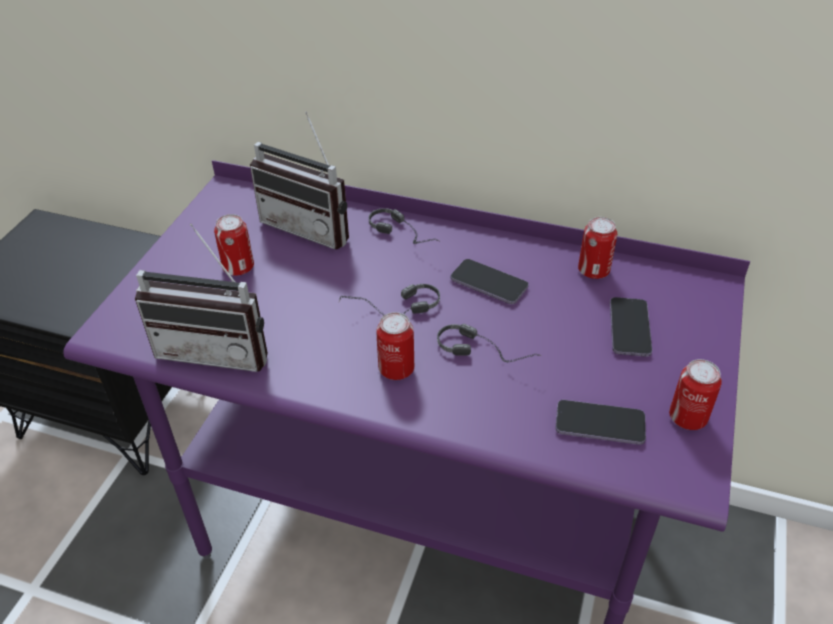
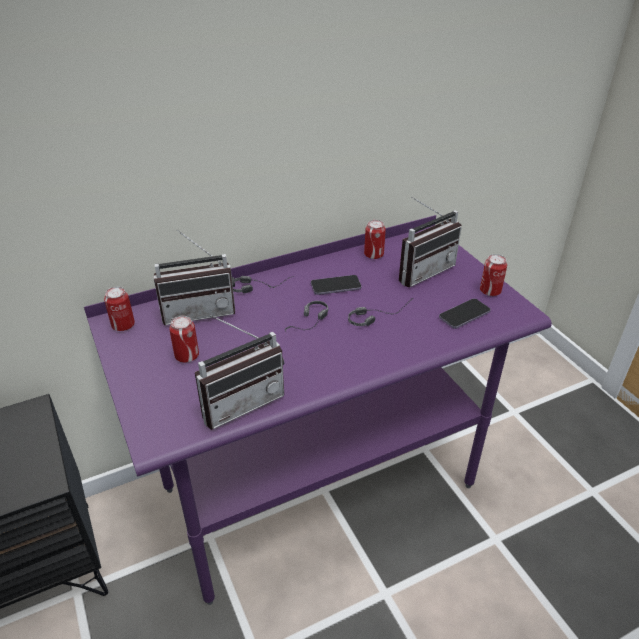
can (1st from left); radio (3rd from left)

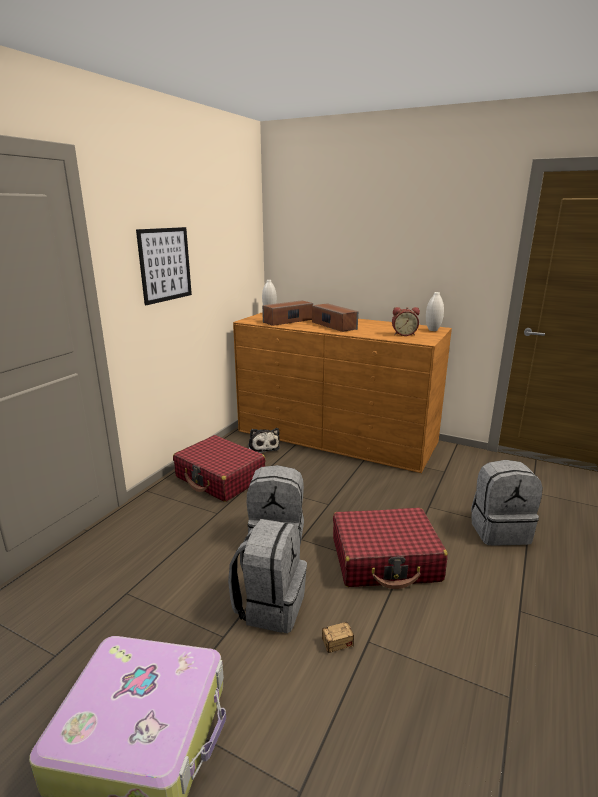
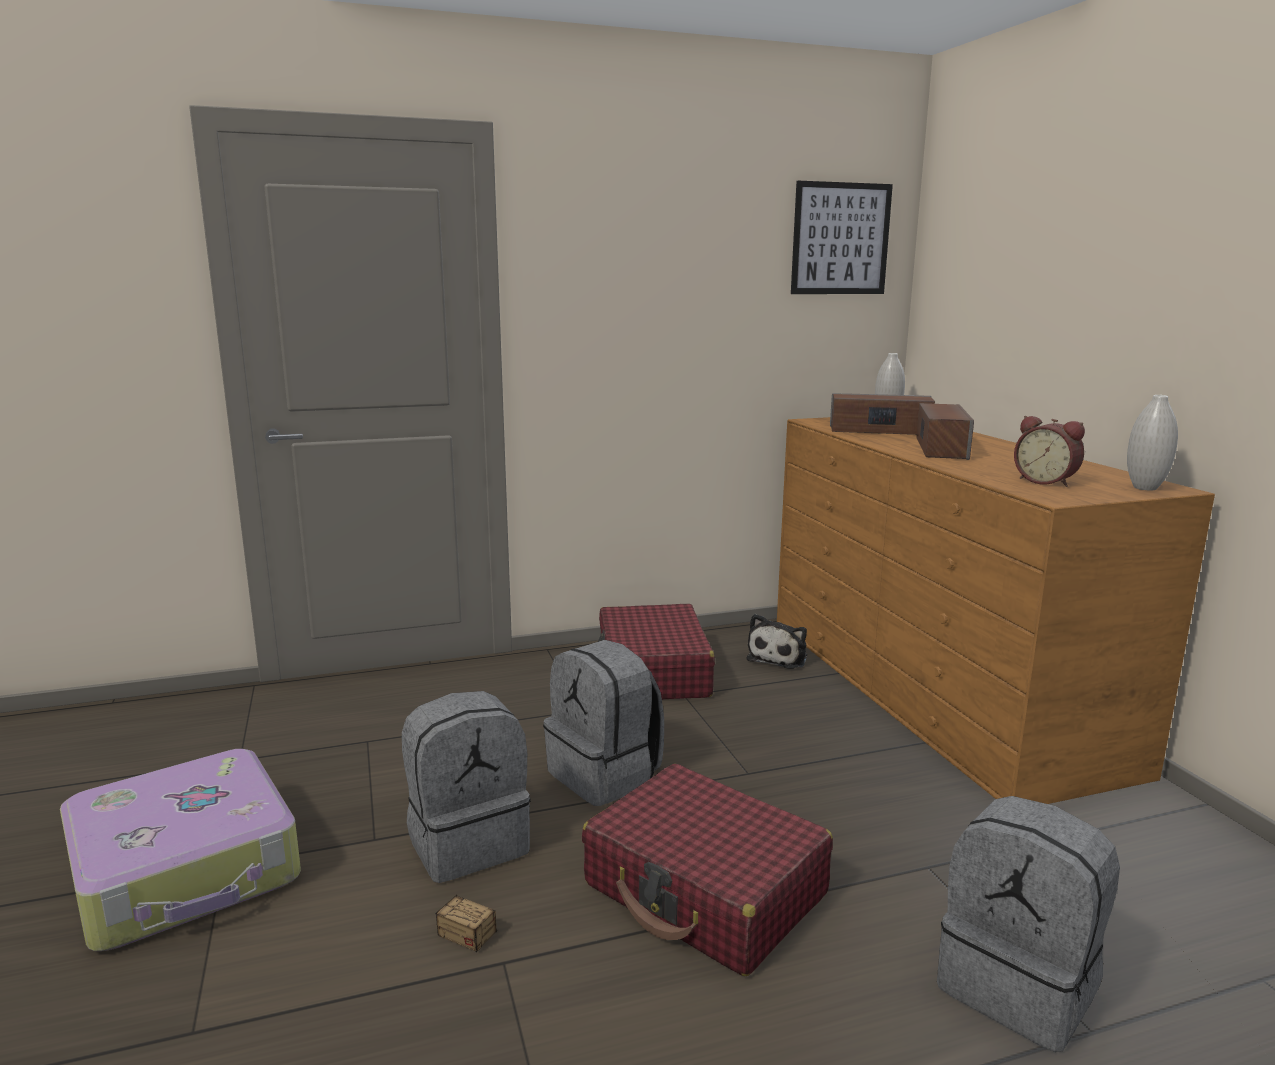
picture

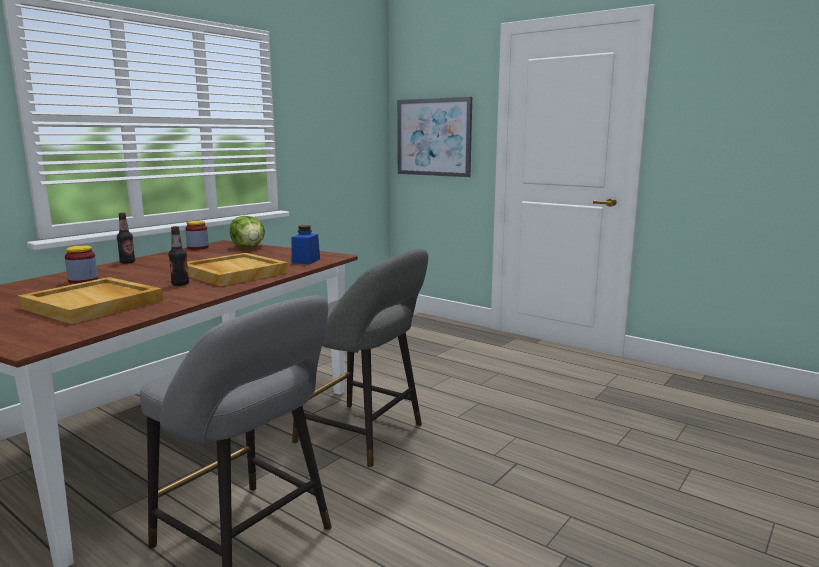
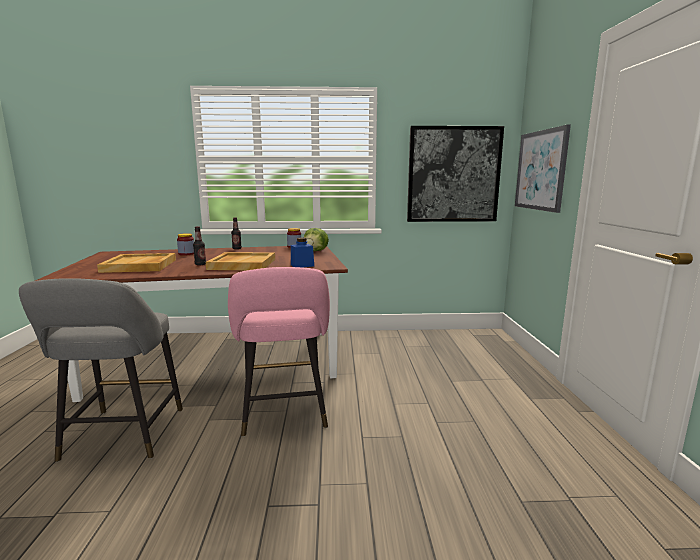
stool (pink); picture (1st from left)

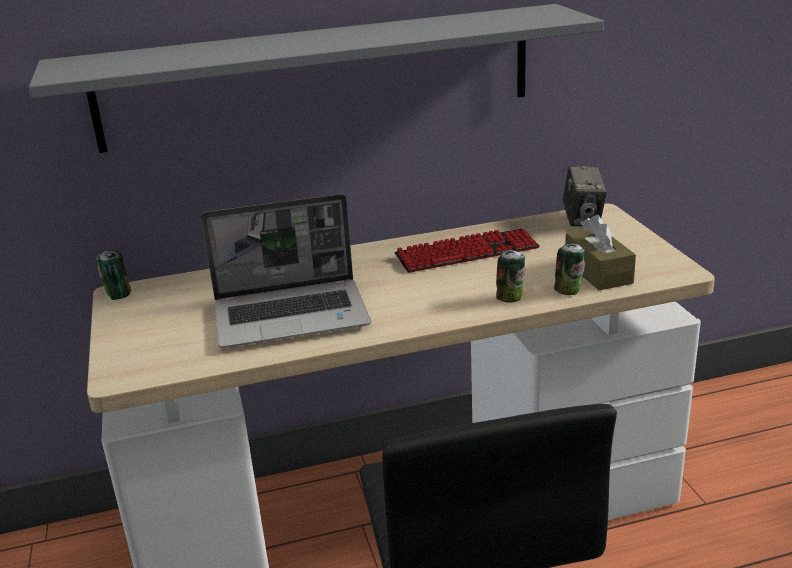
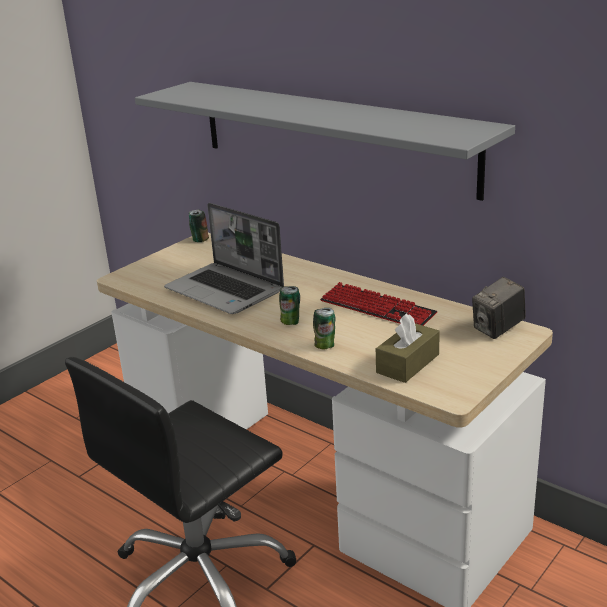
can (2nd from left)

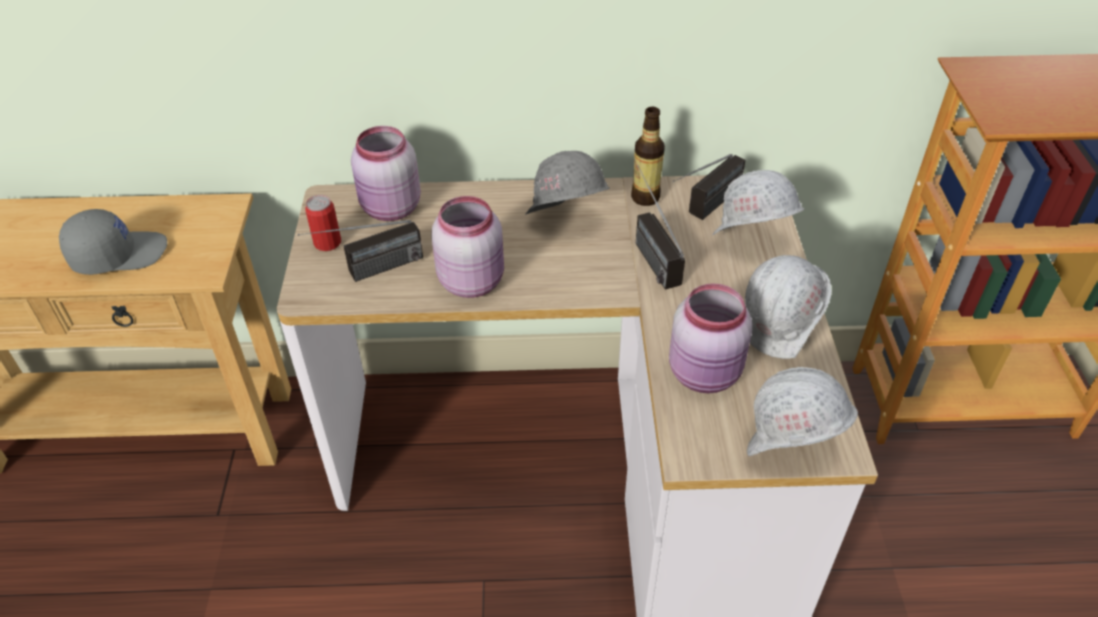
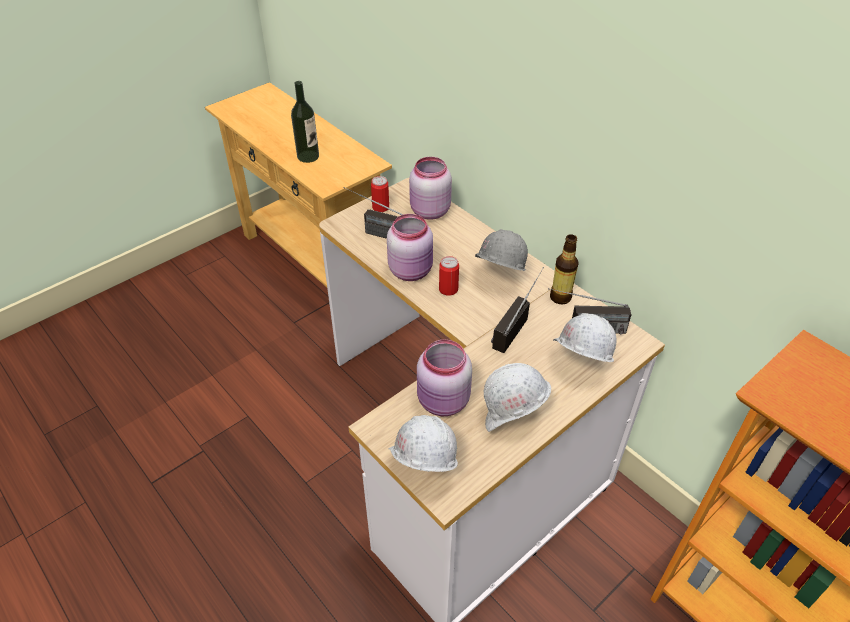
bottle (1st from left); can (2nd from left)

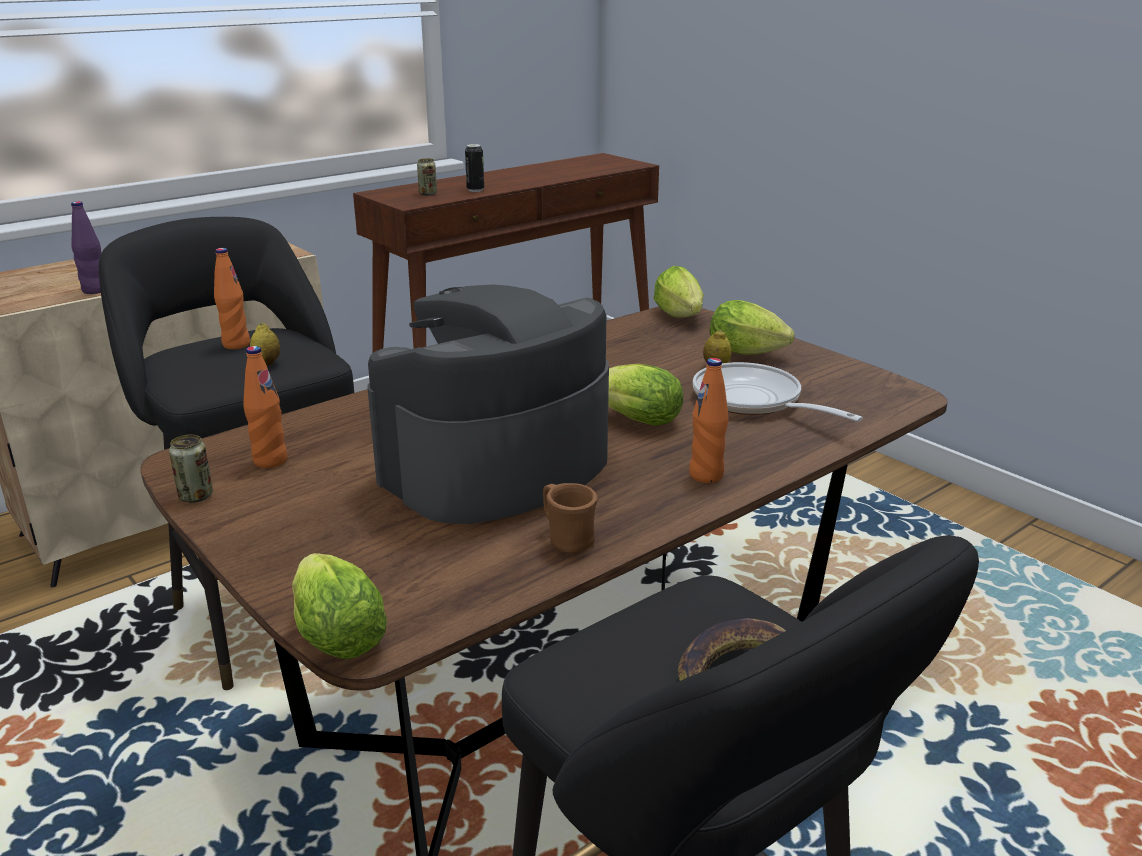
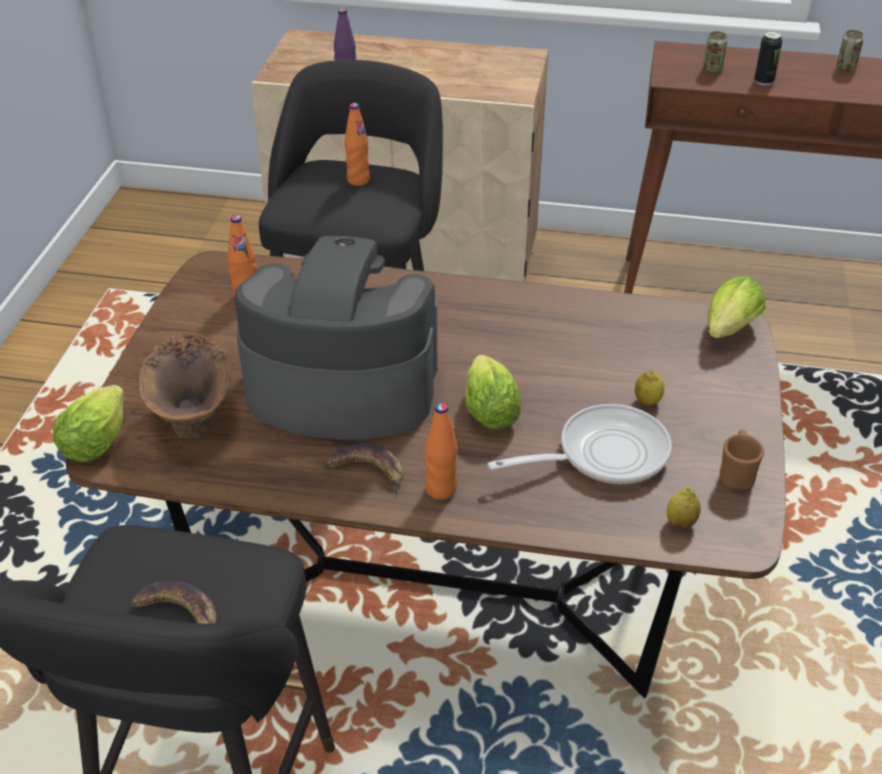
can (3rd from left); lemon (2nd from left); mug (brown); frying pan; lettuce (4th from left in the first image); vase (brown); banana (2nd from left)

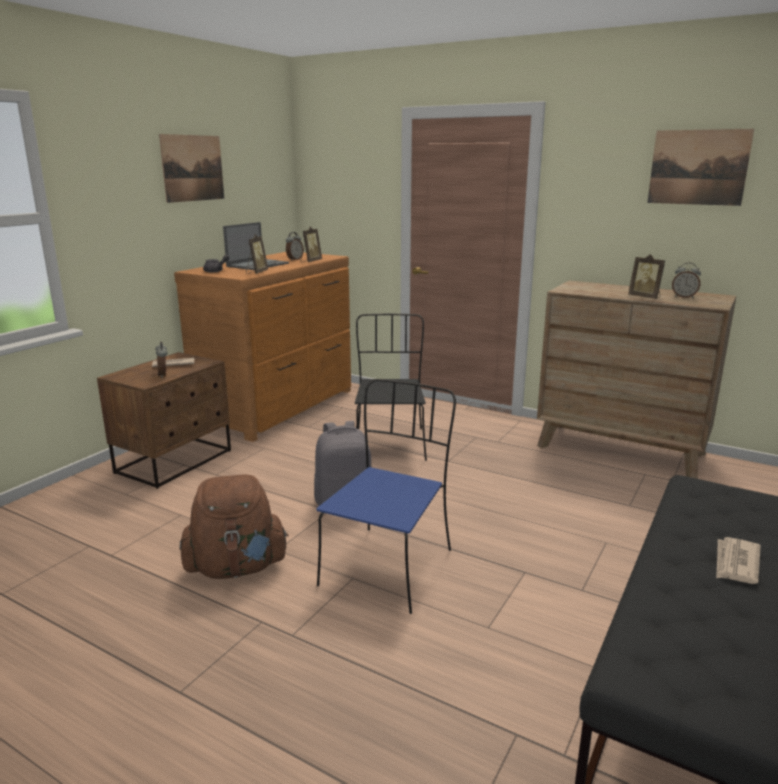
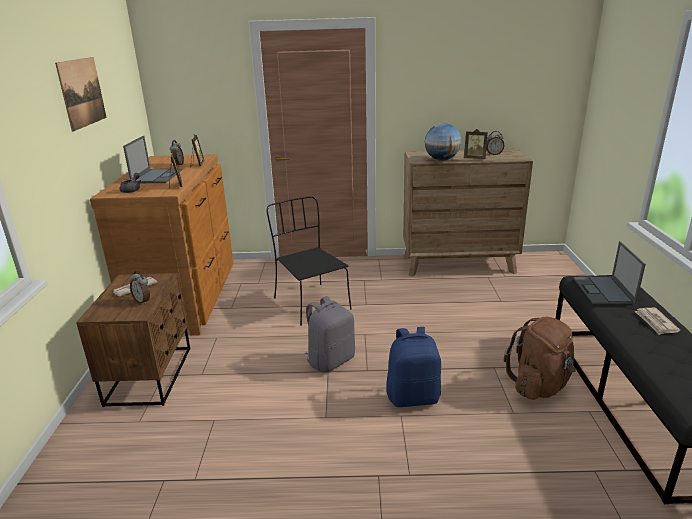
backpack (brown); backpack (blue); picture (2nd from left in the first image); globe; laptop (2nd from left)

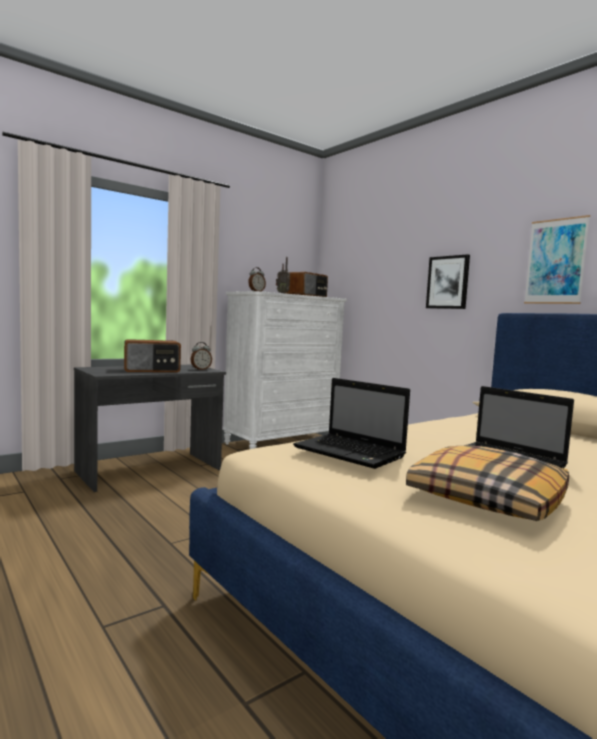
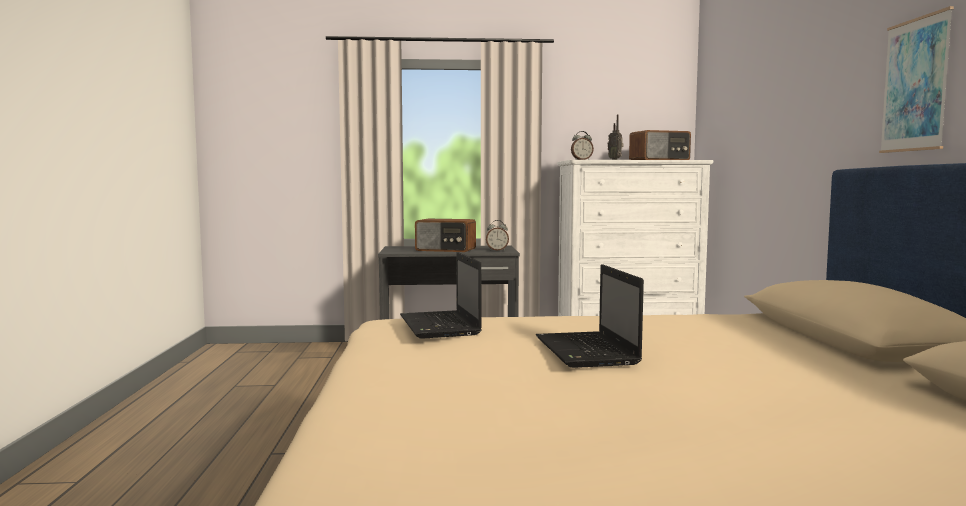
pillow; picture (1st from left in the first image)

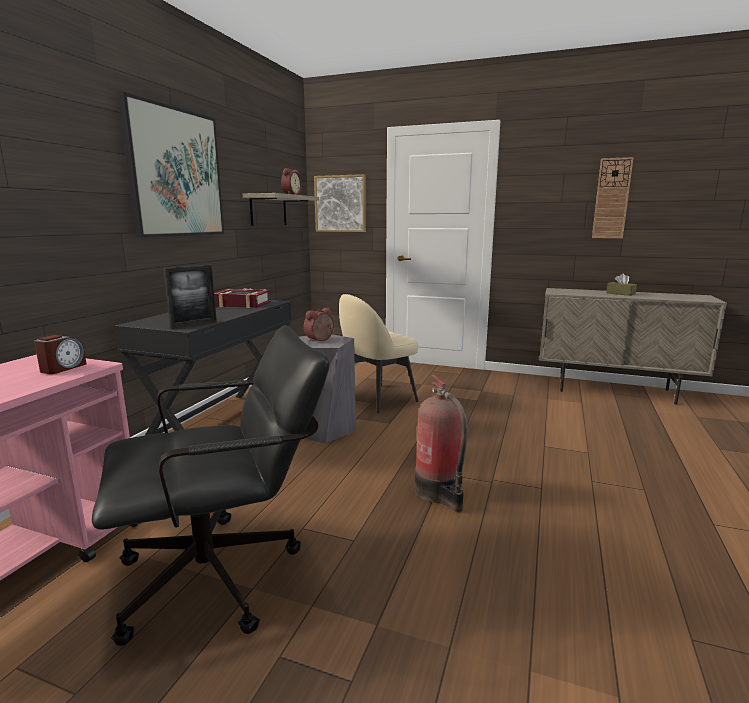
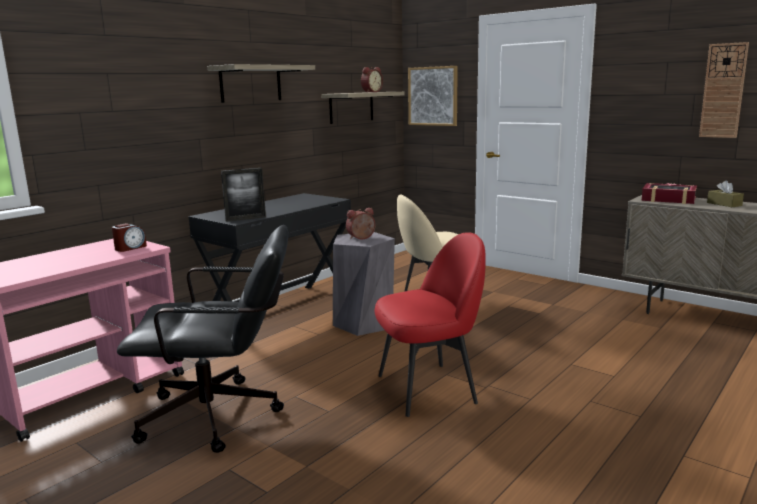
shelf (1st from left); book; chair (red)

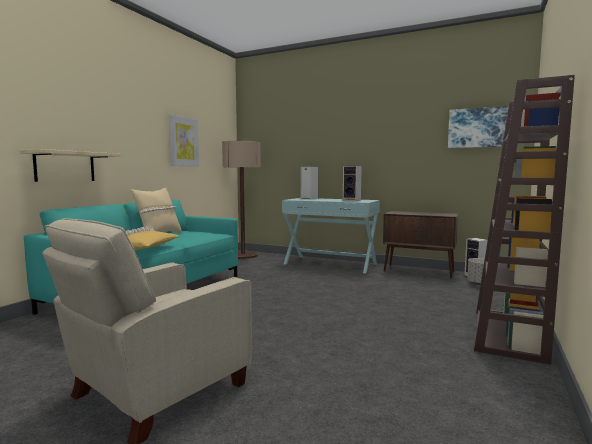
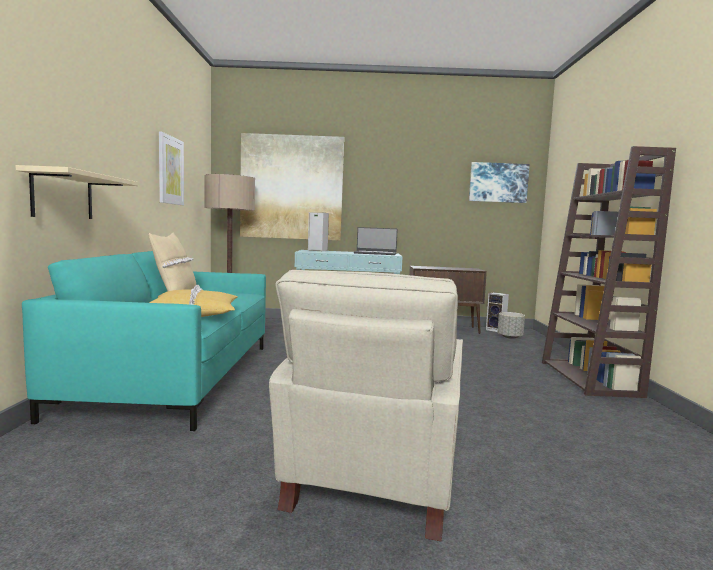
laptop; picture (2nd from left)

